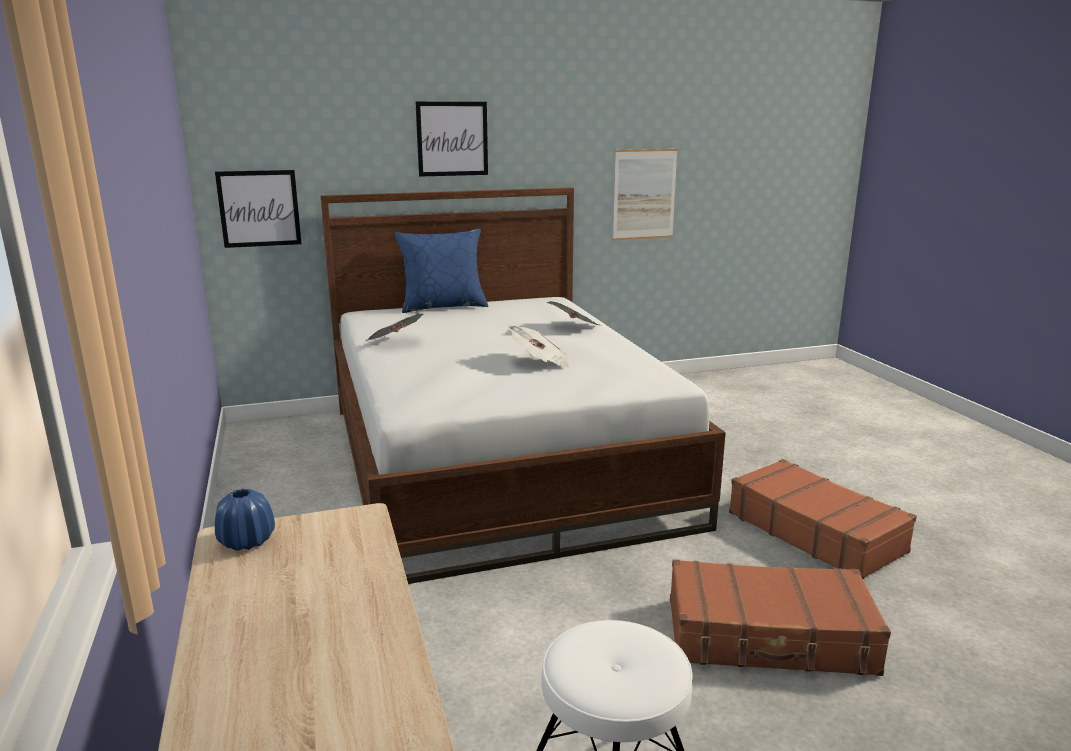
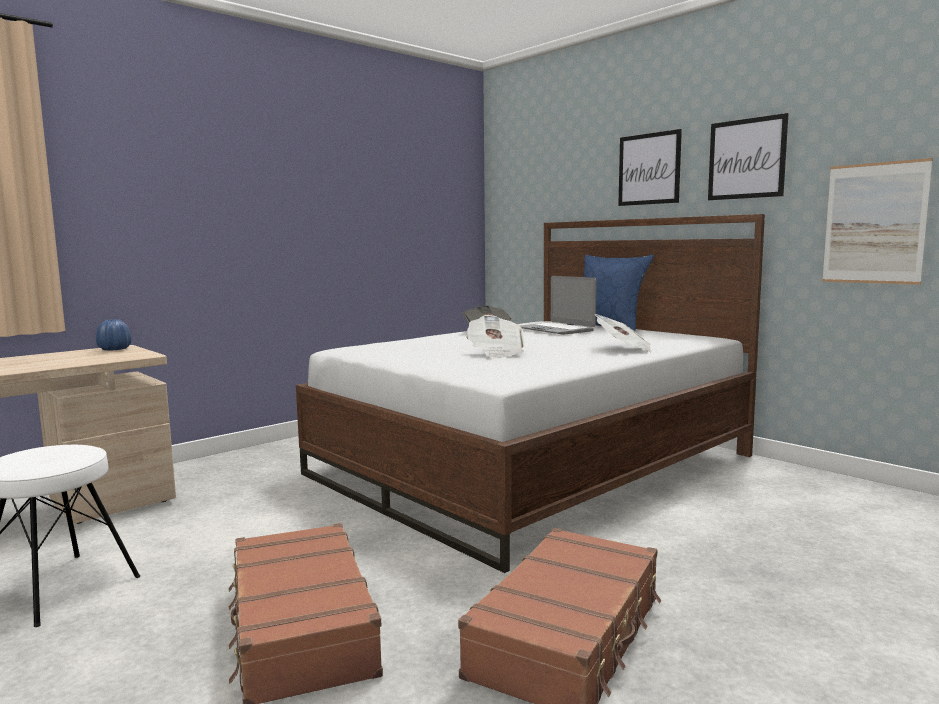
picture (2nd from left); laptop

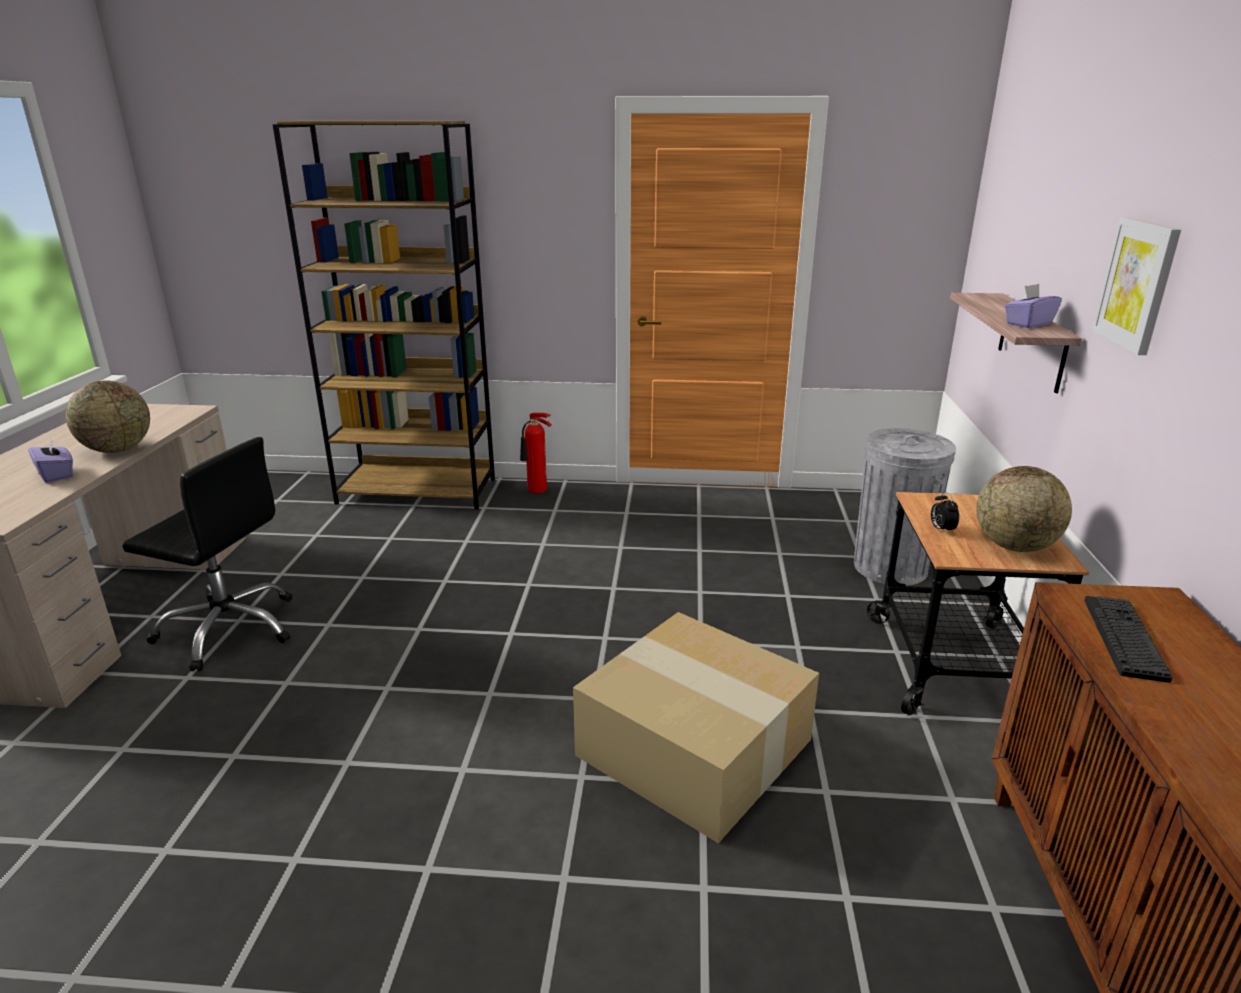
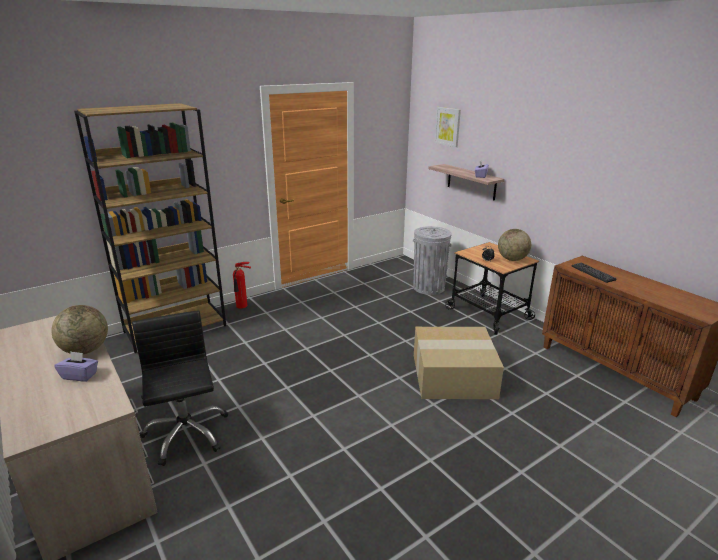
office chair (black); picture

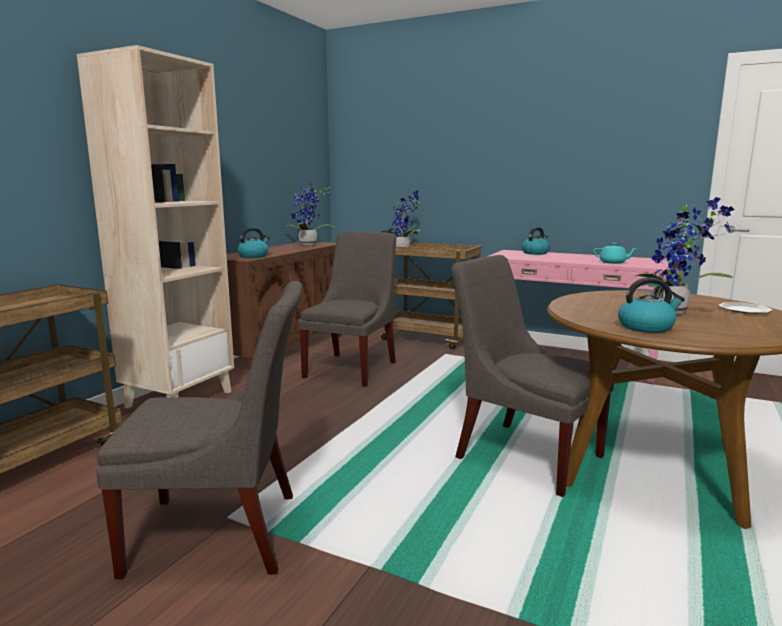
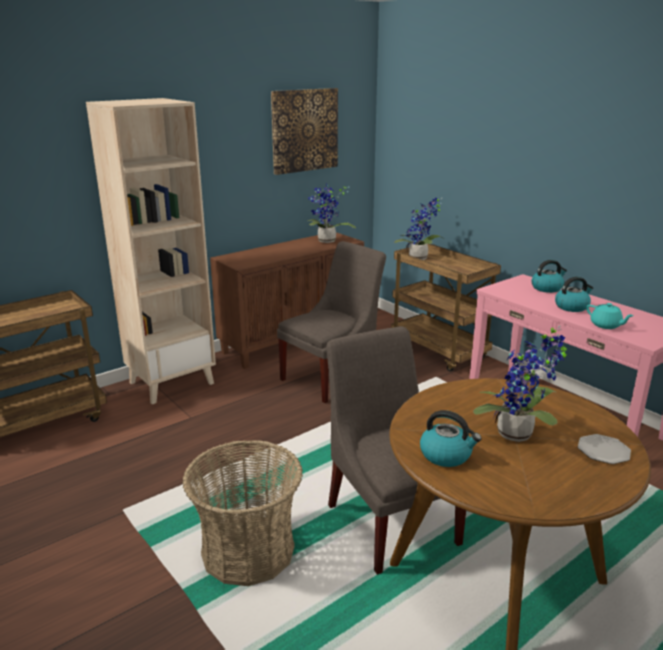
chair (grey) (1st from left in the first image); kettle (3rd from left); basket; picture

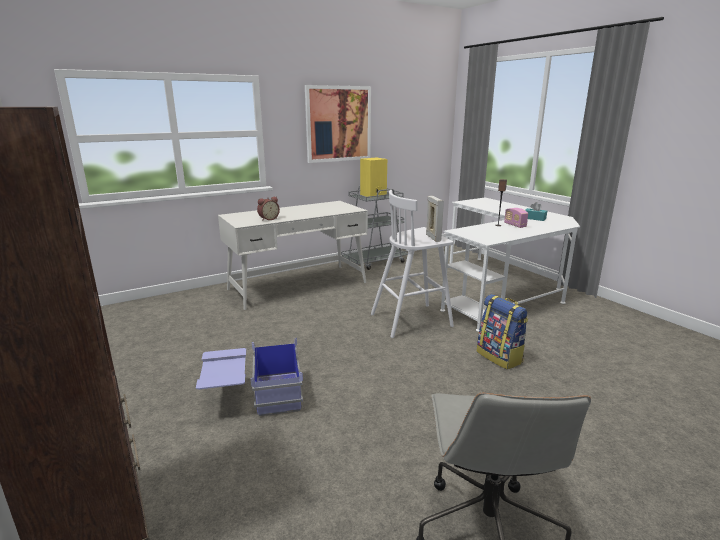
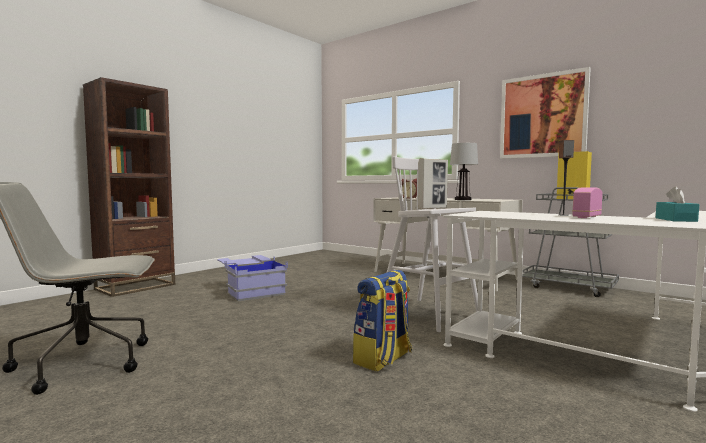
table lamp

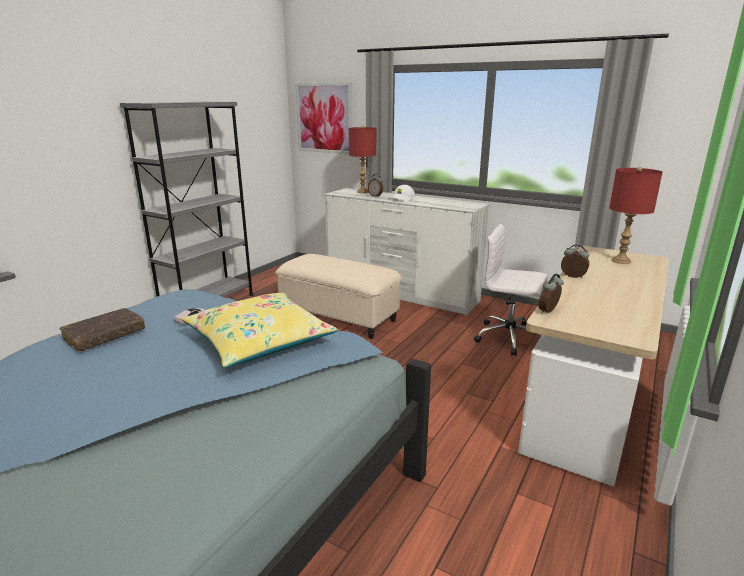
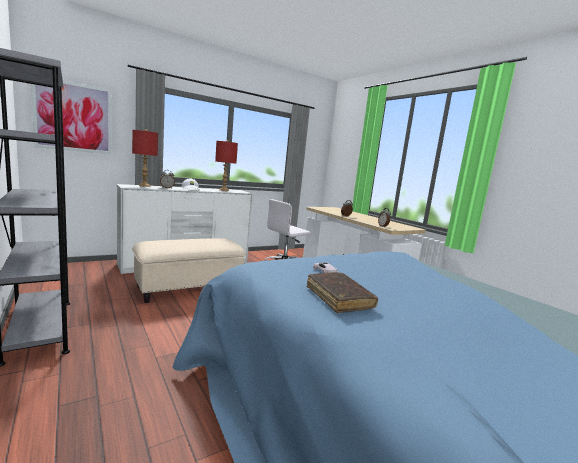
pillow (yellow); table lamp (red) (2nd from left)

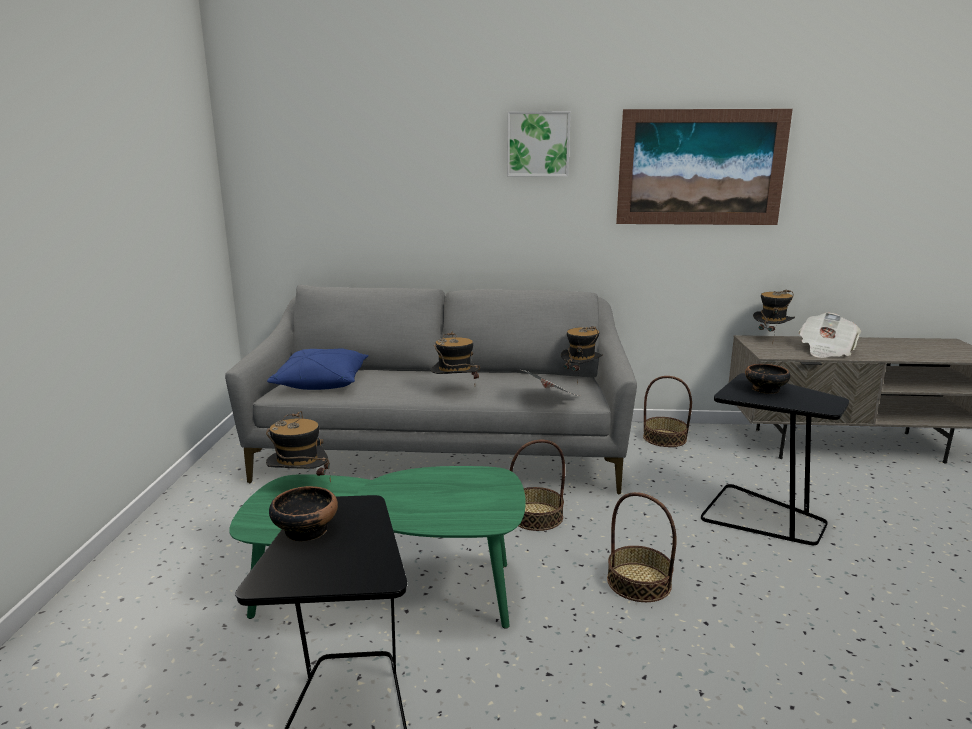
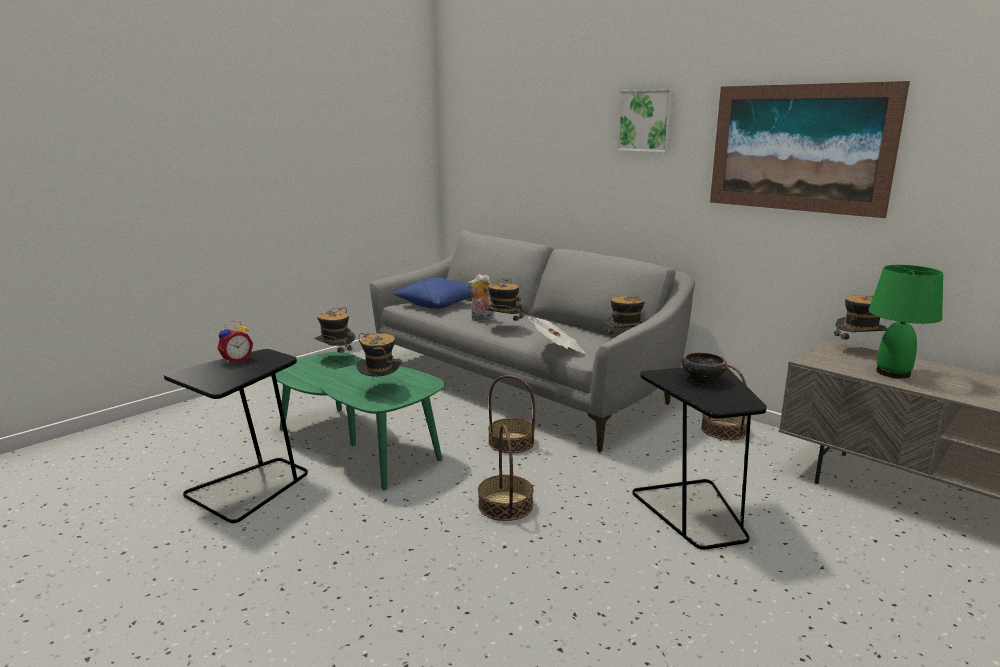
alarm clock; table lamp (green); hat (2nd from left); plush toy

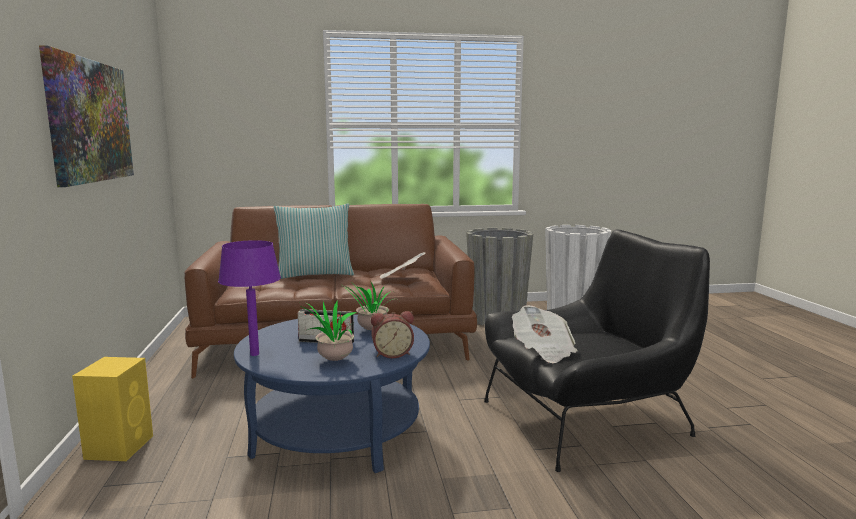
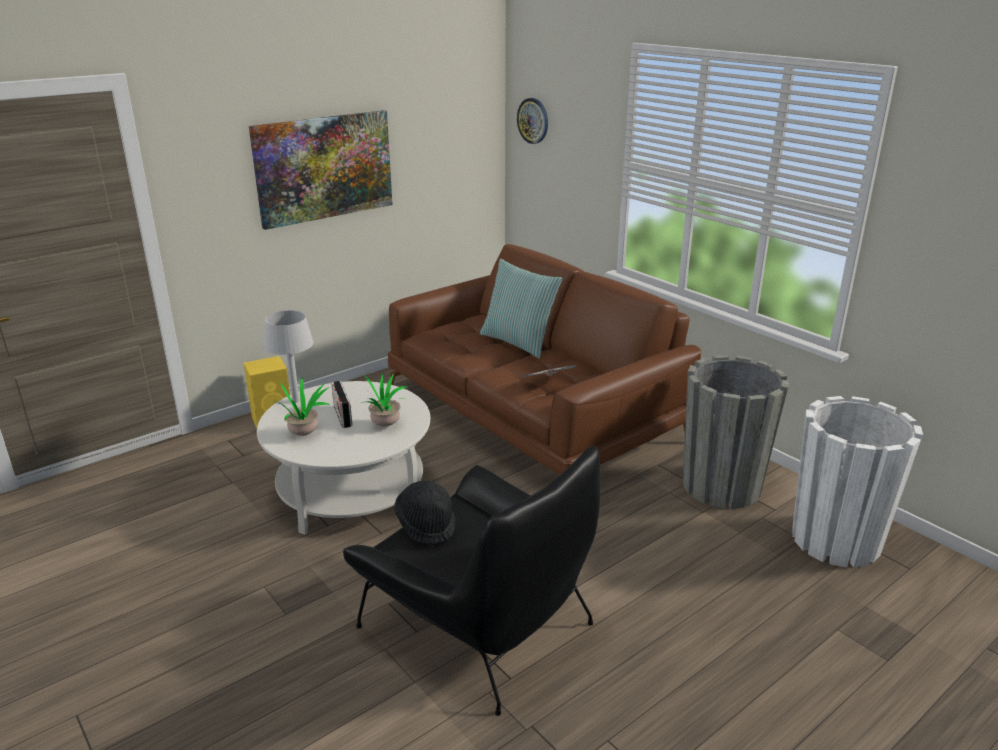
table lamp (grey); coffee table (white); alarm clock; hat (black); wall clock

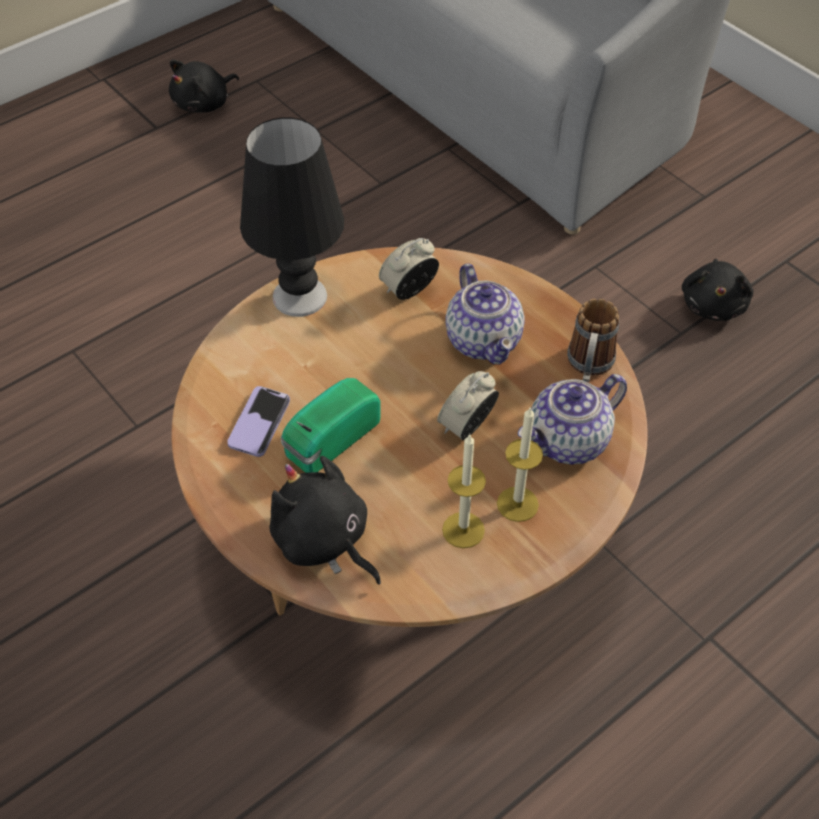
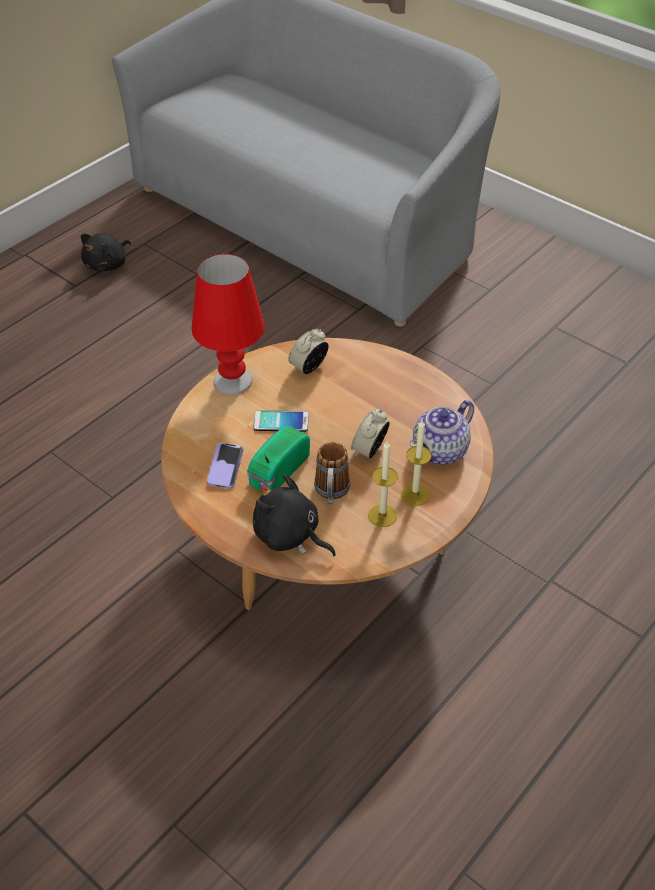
table lamp (red); teapot (1st from left in the first image); mug; plush toy (black) (3rd from left in the first image); phone (2nd from left)

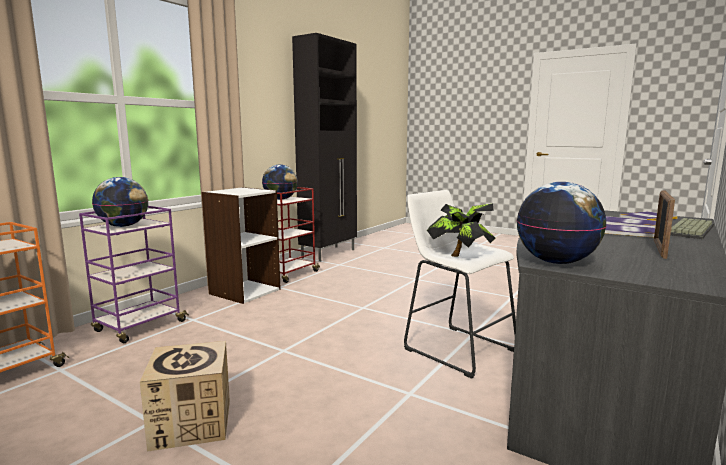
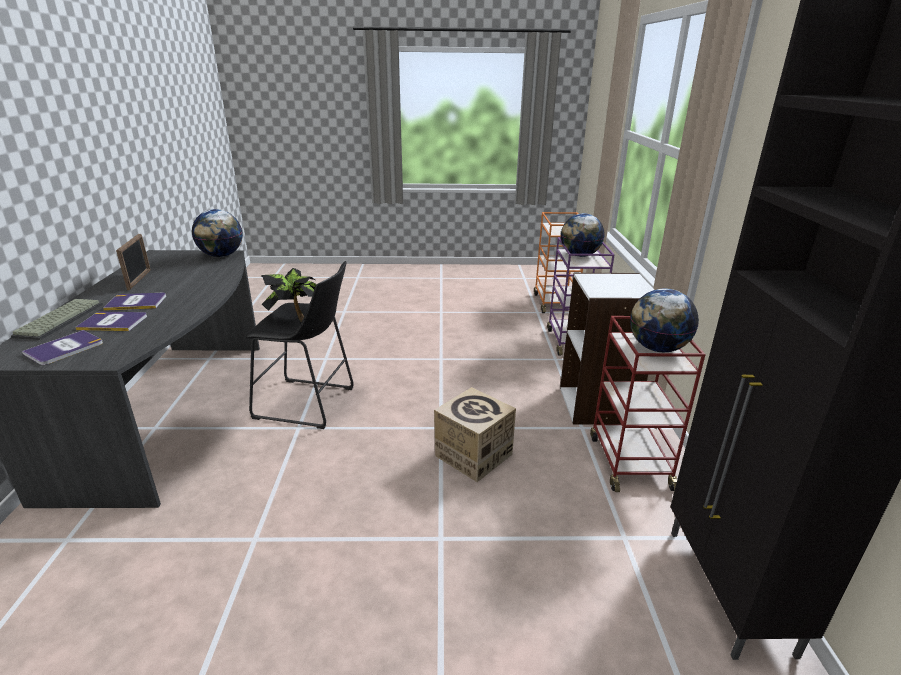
cardboard box; stool (black)

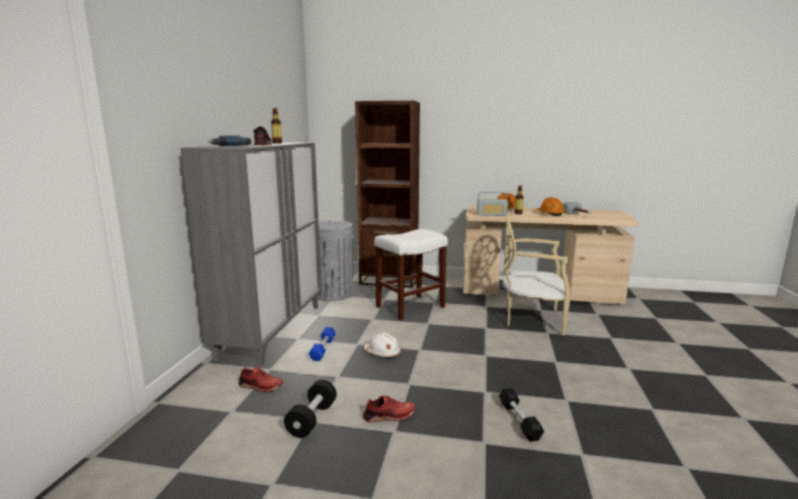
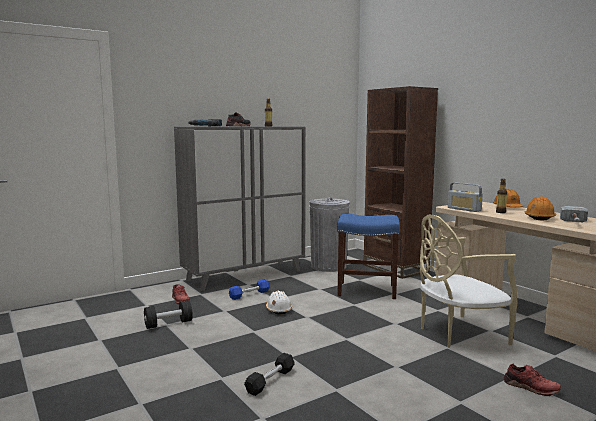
shoe (red) (2nd from left); stool (blue); chair (beige)

